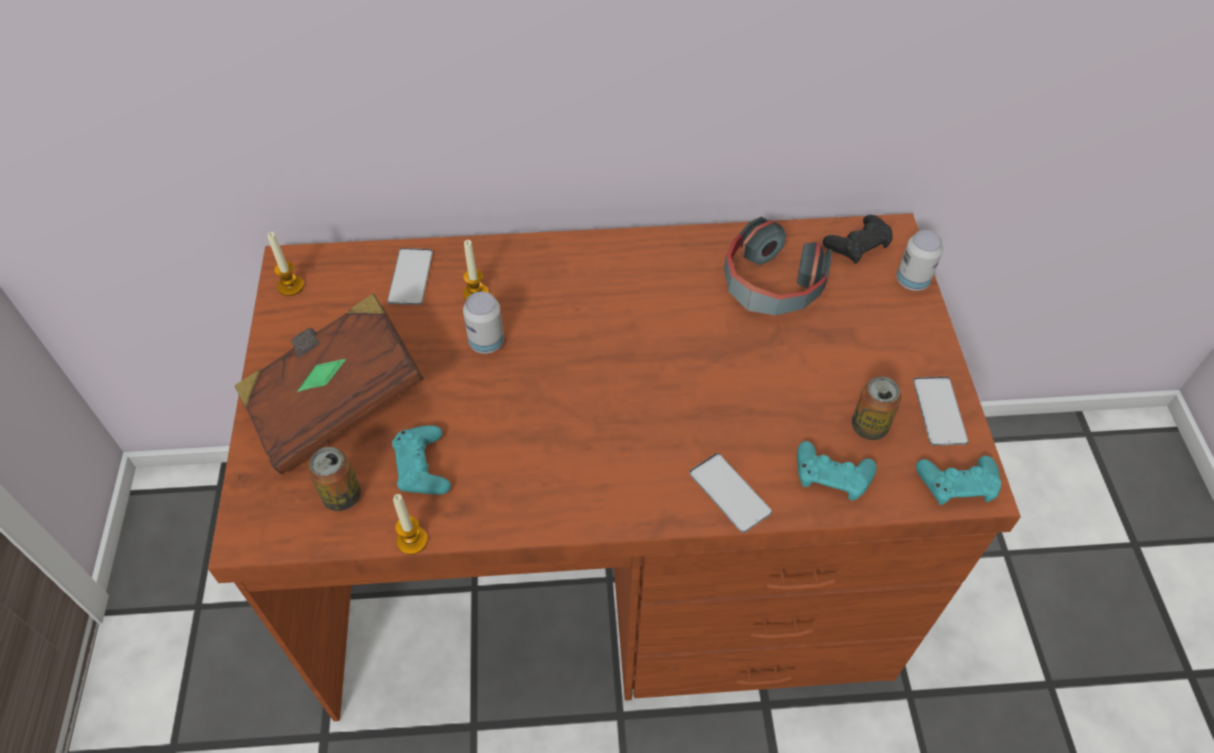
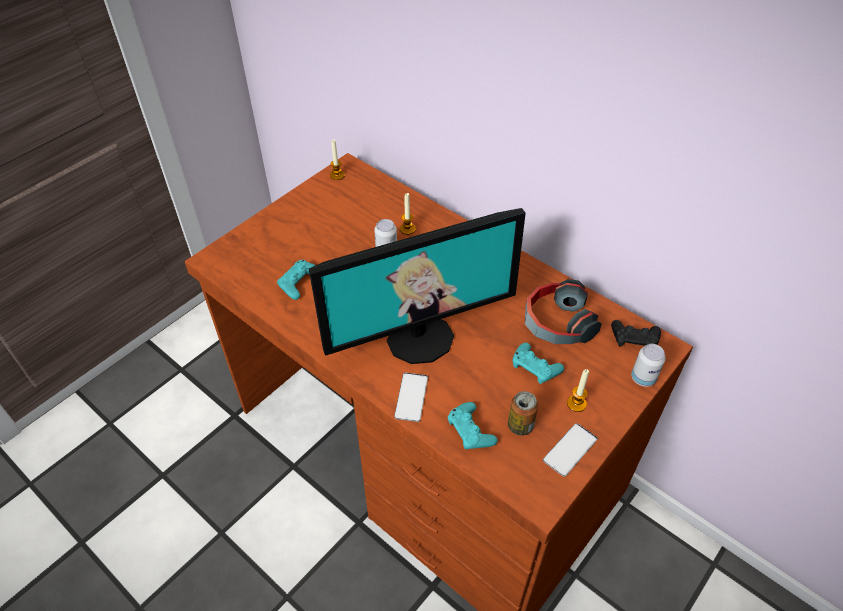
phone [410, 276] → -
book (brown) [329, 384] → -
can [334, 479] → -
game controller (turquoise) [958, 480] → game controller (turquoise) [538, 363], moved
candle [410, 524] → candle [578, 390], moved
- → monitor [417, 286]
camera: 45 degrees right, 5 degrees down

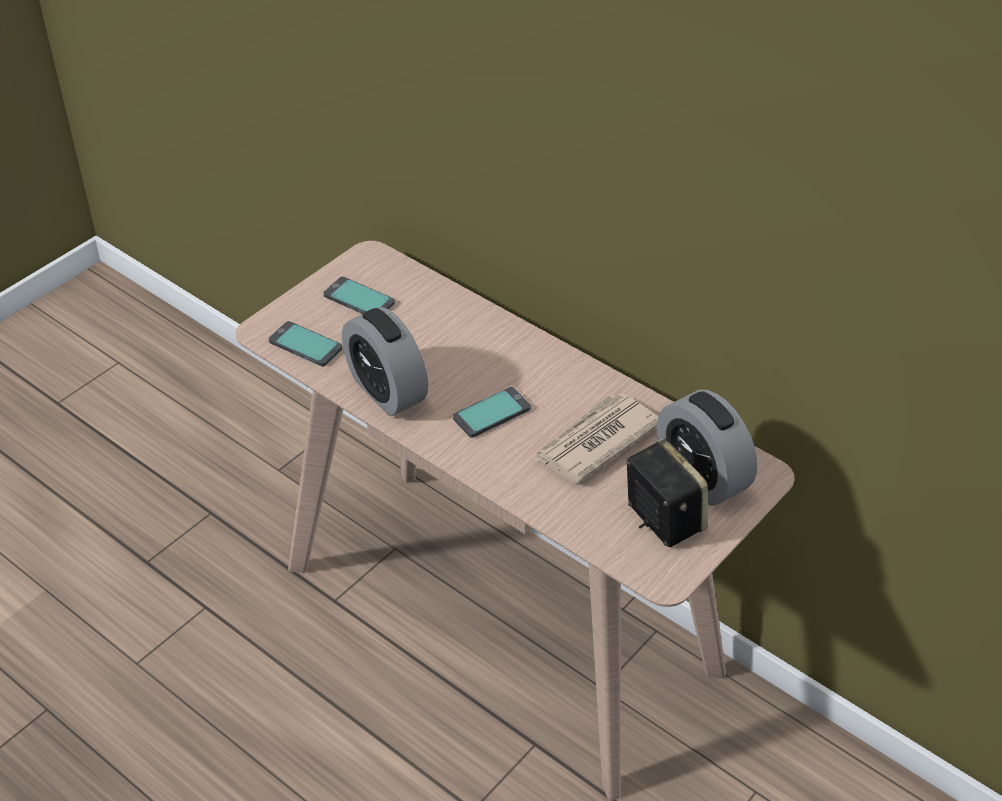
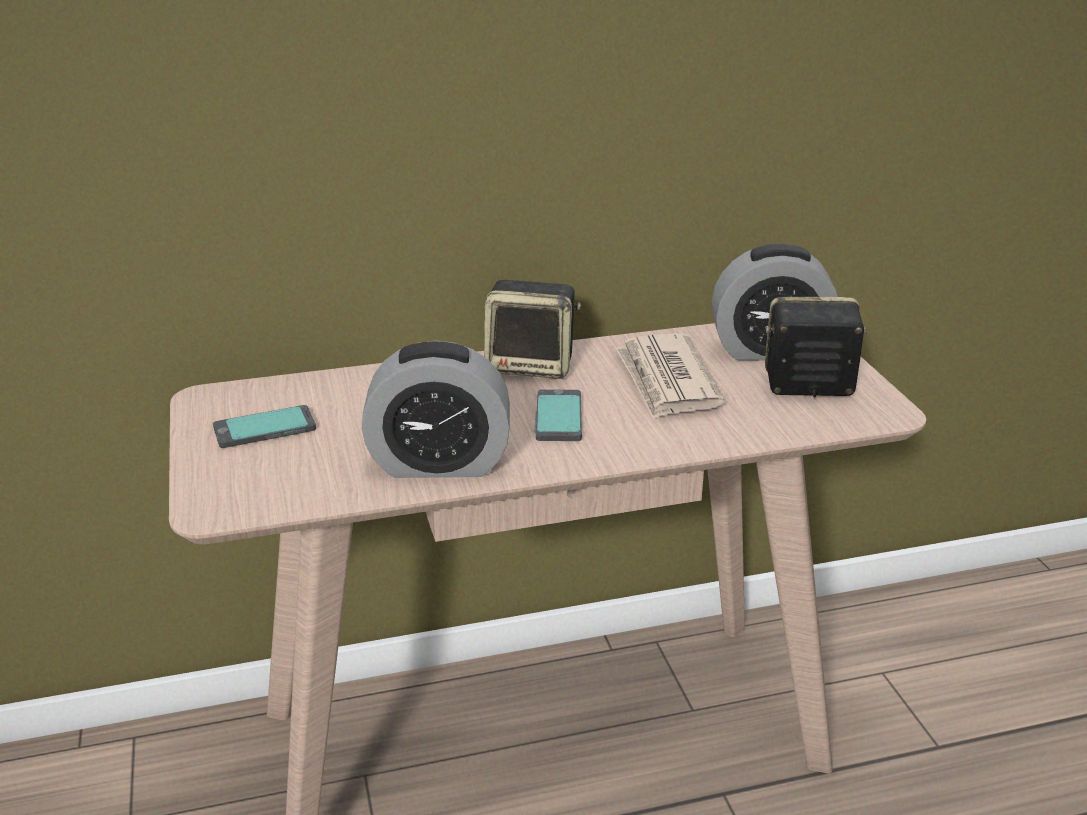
phone [306, 344] → -
- → speaker [532, 329]
camera: 55 degrees left, 15 degrees down

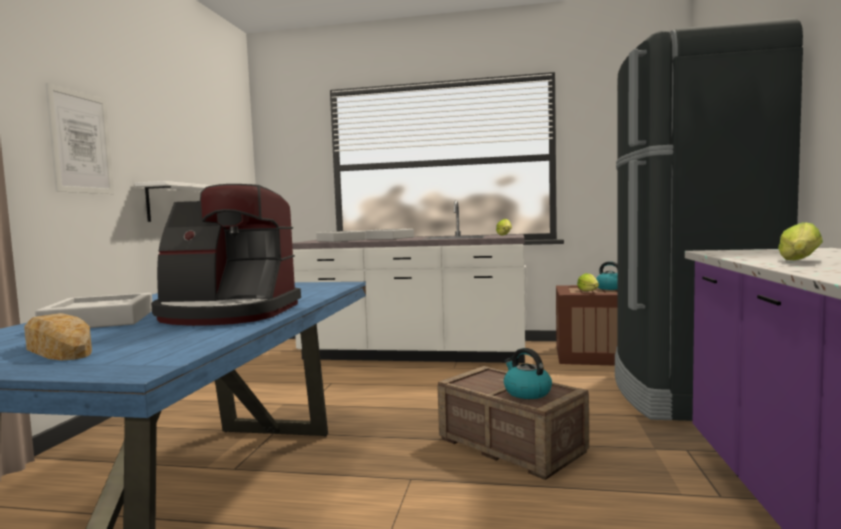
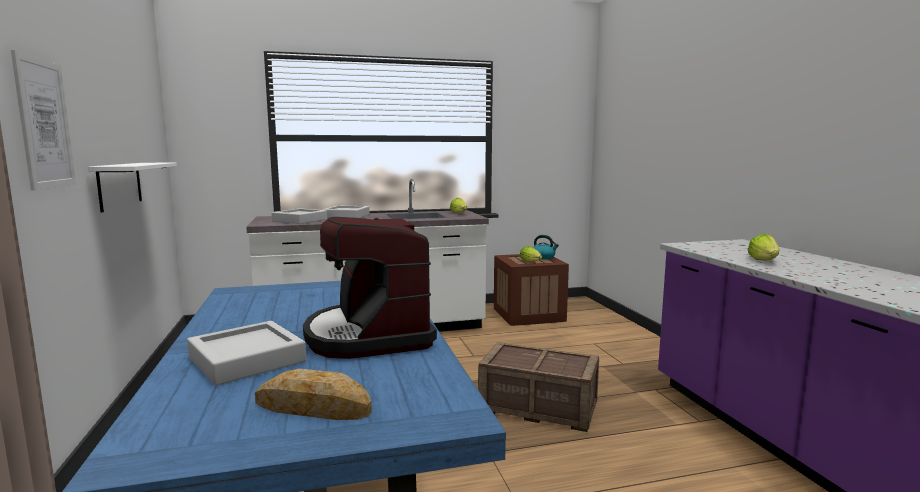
fridge (black) [709, 219] → -
coffee machine [226, 255] → coffee machine [370, 288], 90 degrees clockwise
kettle [528, 373] → -
camera: 25 degrees left, 5 degrees up

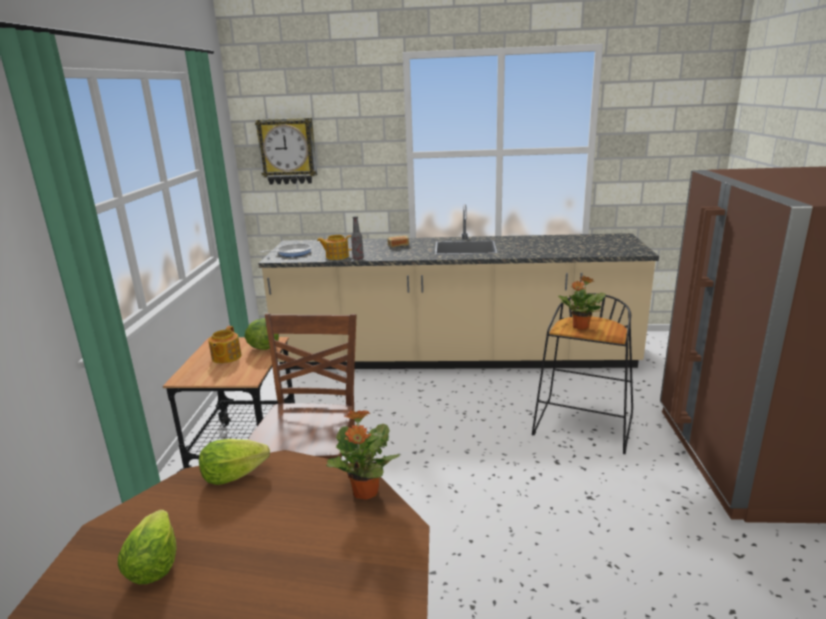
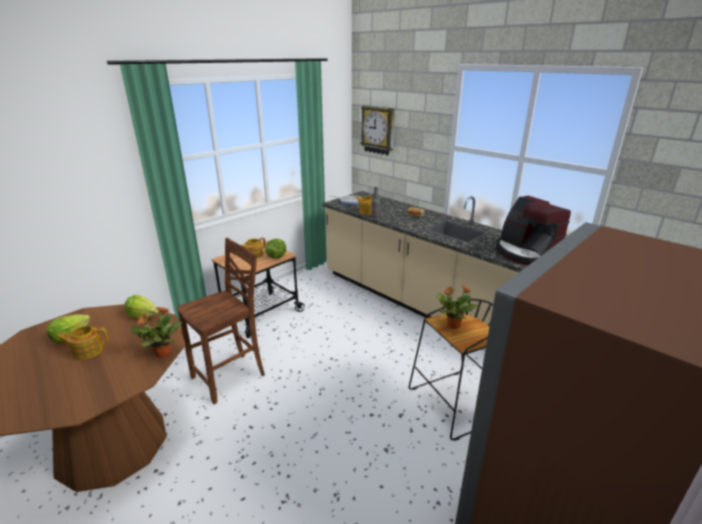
- → coffee machine [533, 230]
- → teapot [82, 343]
camera: 40 degrees right, 5 degrees up

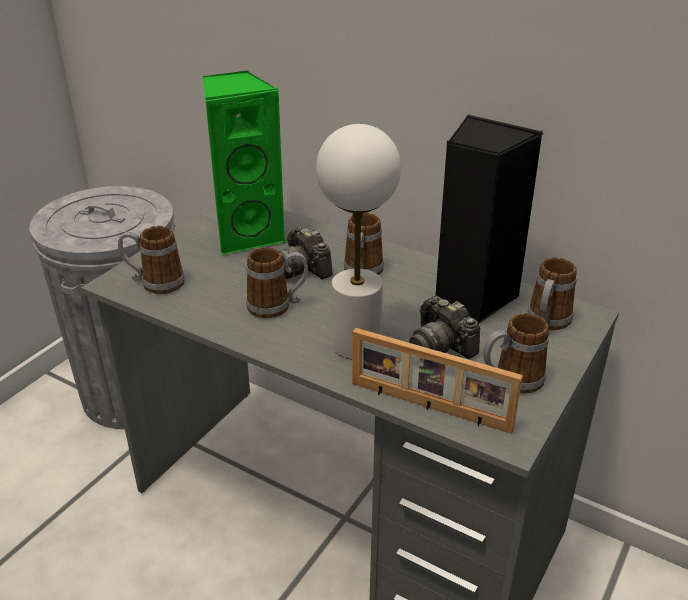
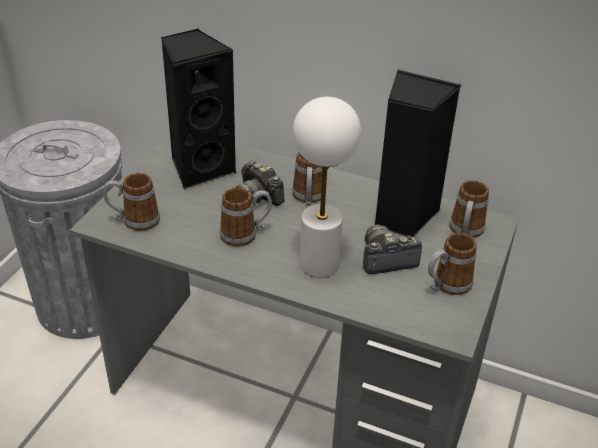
speaker (green) [244, 162] → speaker (black) [199, 108]
photo camera [444, 327] → photo camera [392, 249], 120 degrees clockwise
picture frame [437, 381] → -
camera: 10 degrees left, 5 degrees up

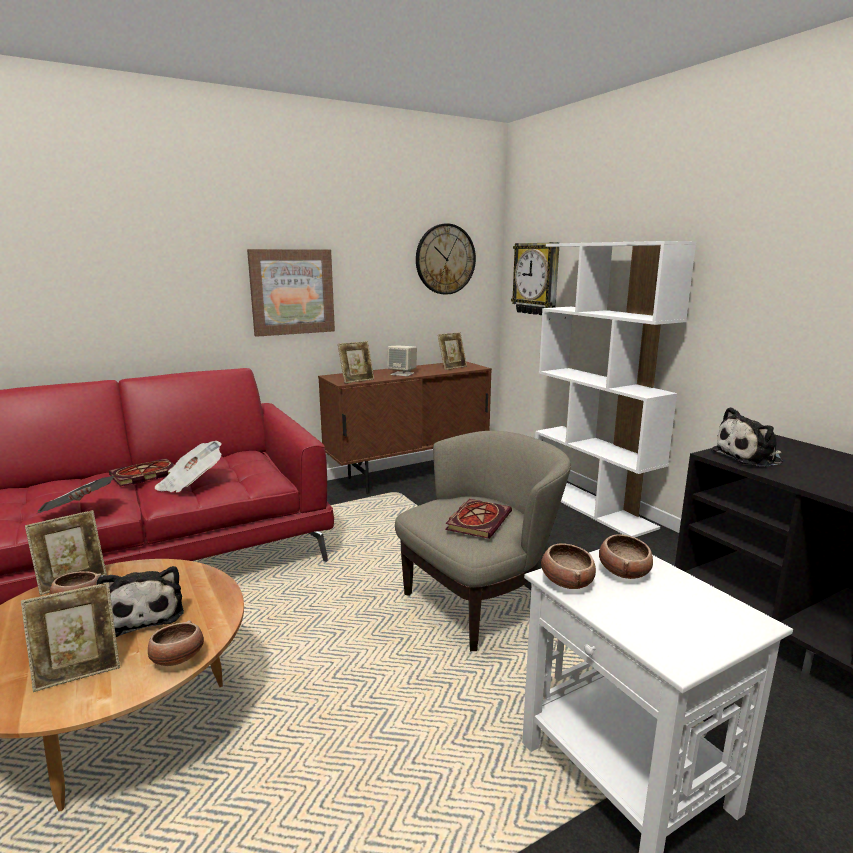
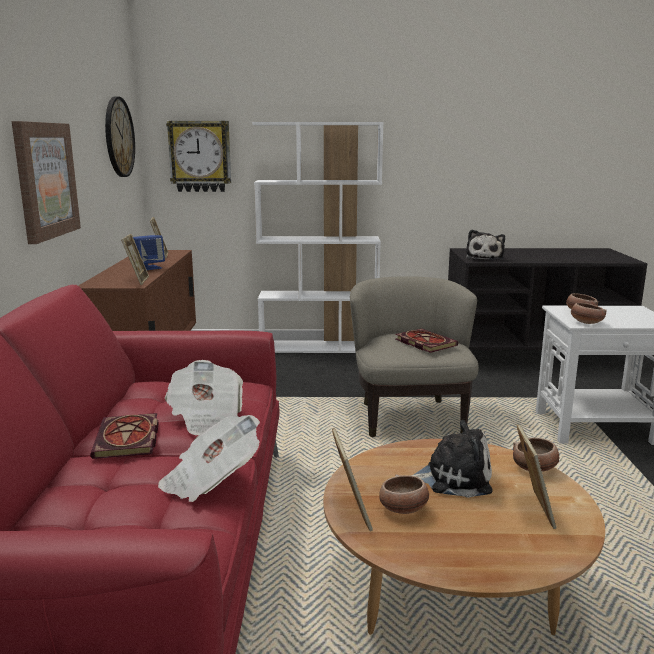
speaker (beige) [402, 360] → speaker (blue) [149, 252]
camera: 60 degrees left, 0 degrees up

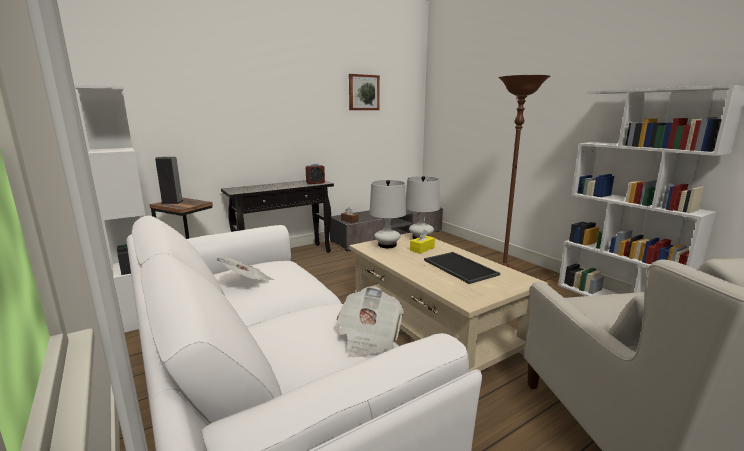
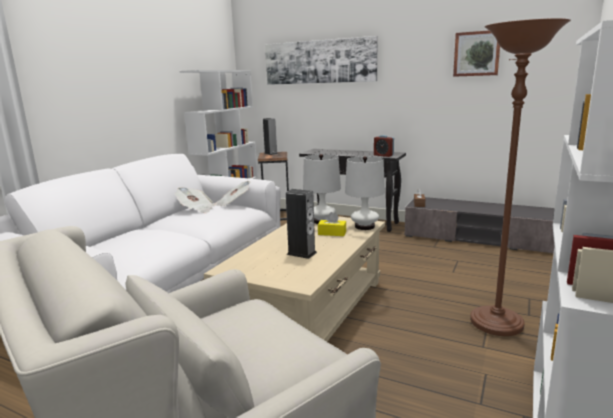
tray [462, 268] → speaker [301, 224]
newspaper [370, 321] → newspaper [232, 193], moved
- → picture [321, 60]
camera: 60 degrees right, 0 degrees up

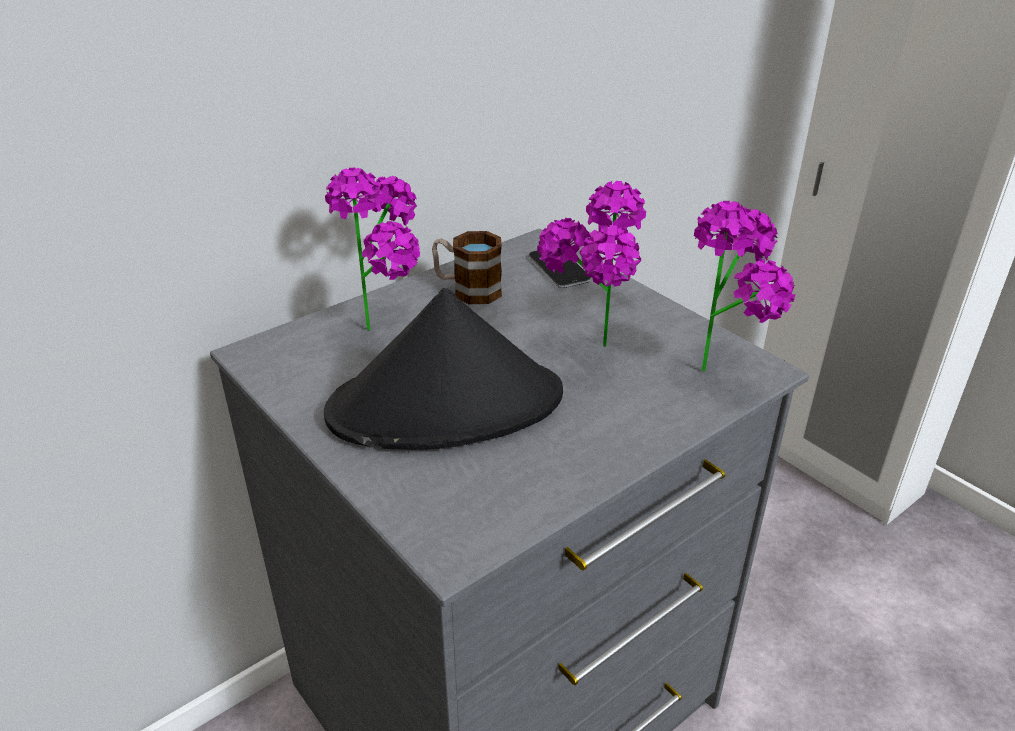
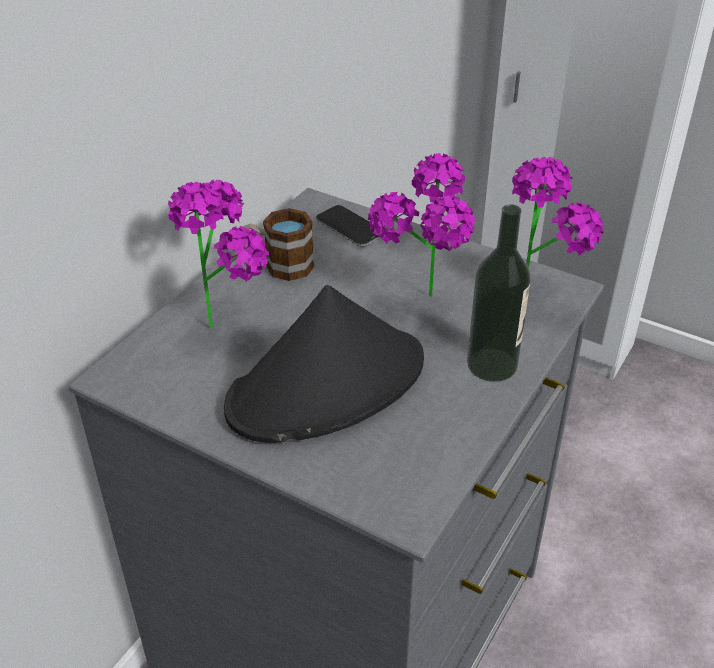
- → bottle [499, 293]
camera: 20 degrees left, 5 degrees up

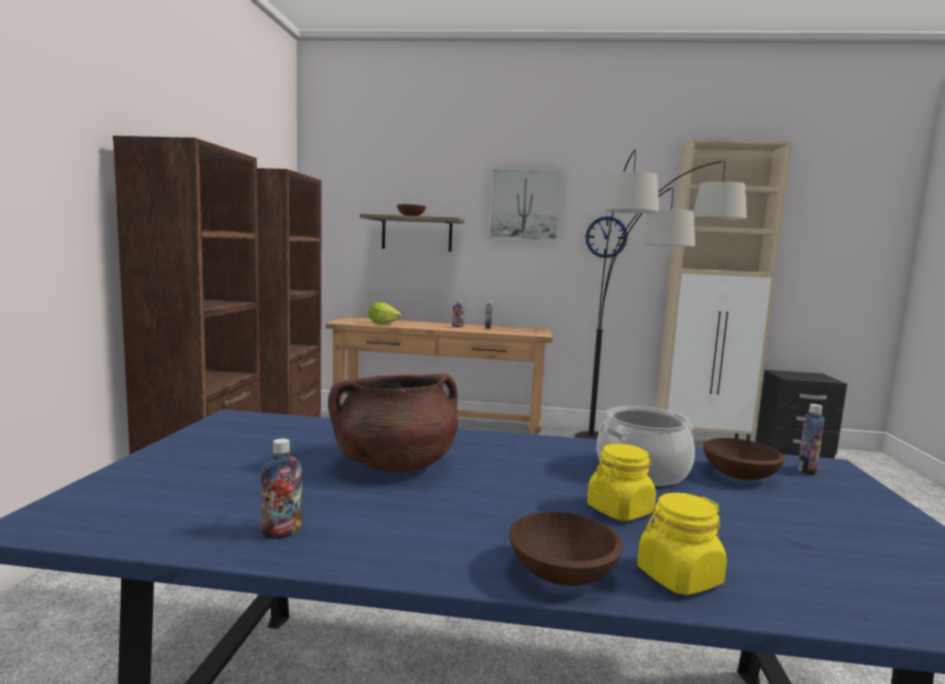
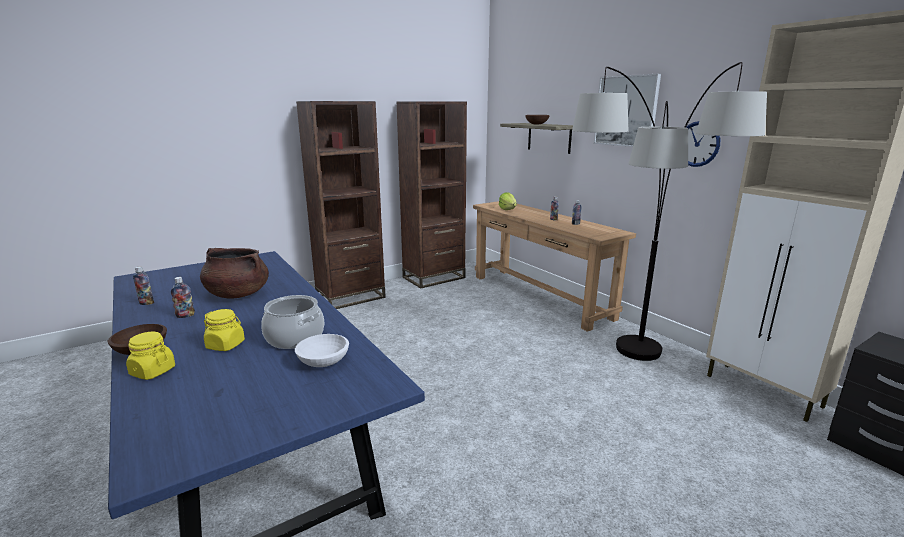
bottle [811, 439] → bottle [183, 297], moved
bowl (brown) [744, 459] → bowl (white) [322, 350]
camera: 50 degrees right, 10 degrees up

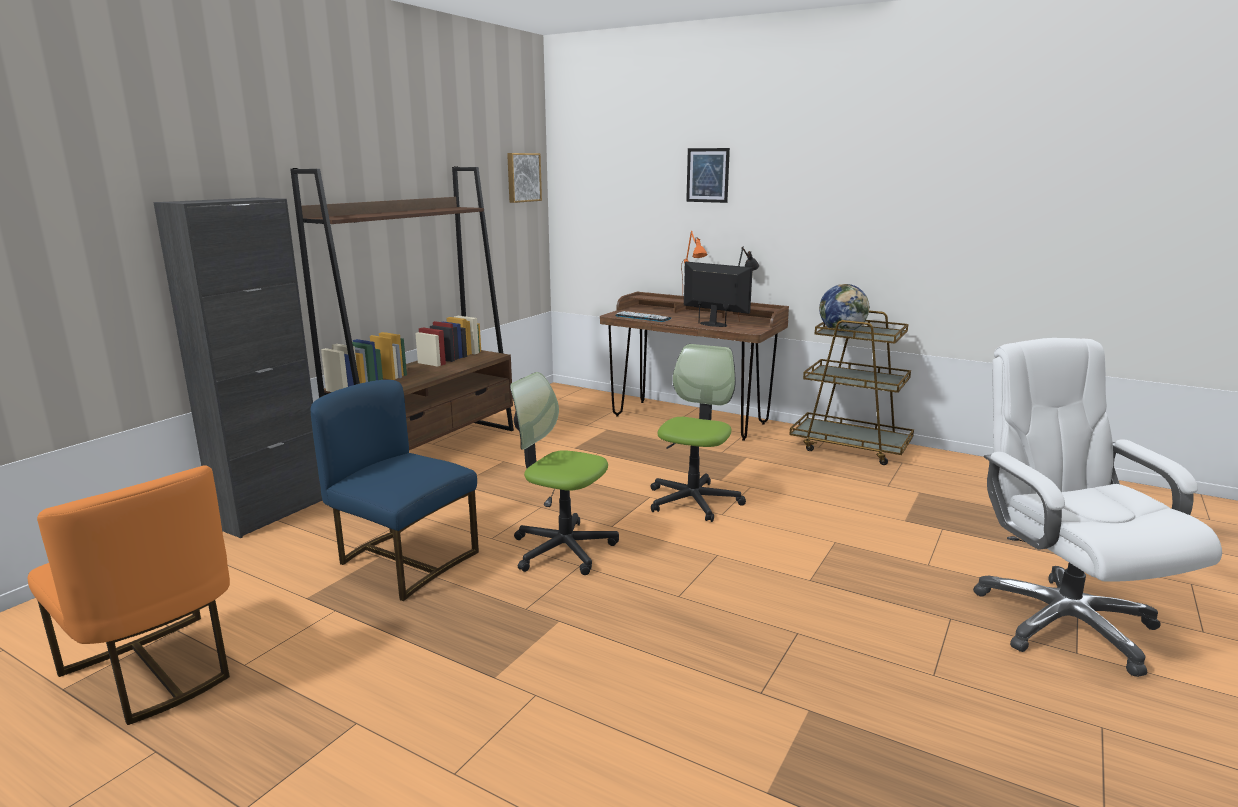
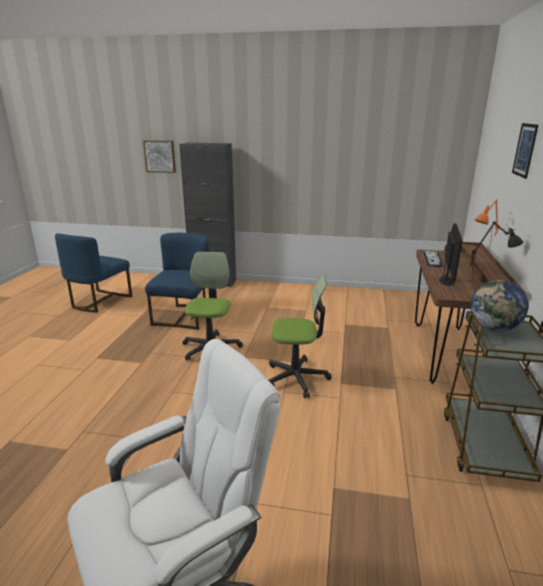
picture [524, 178] → picture [159, 156], moved
bookcase (brown) [402, 308] → -
chair (orange) [129, 595] → chair (blue) [93, 273]
camera: 70 degrees right, 5 degrees up

